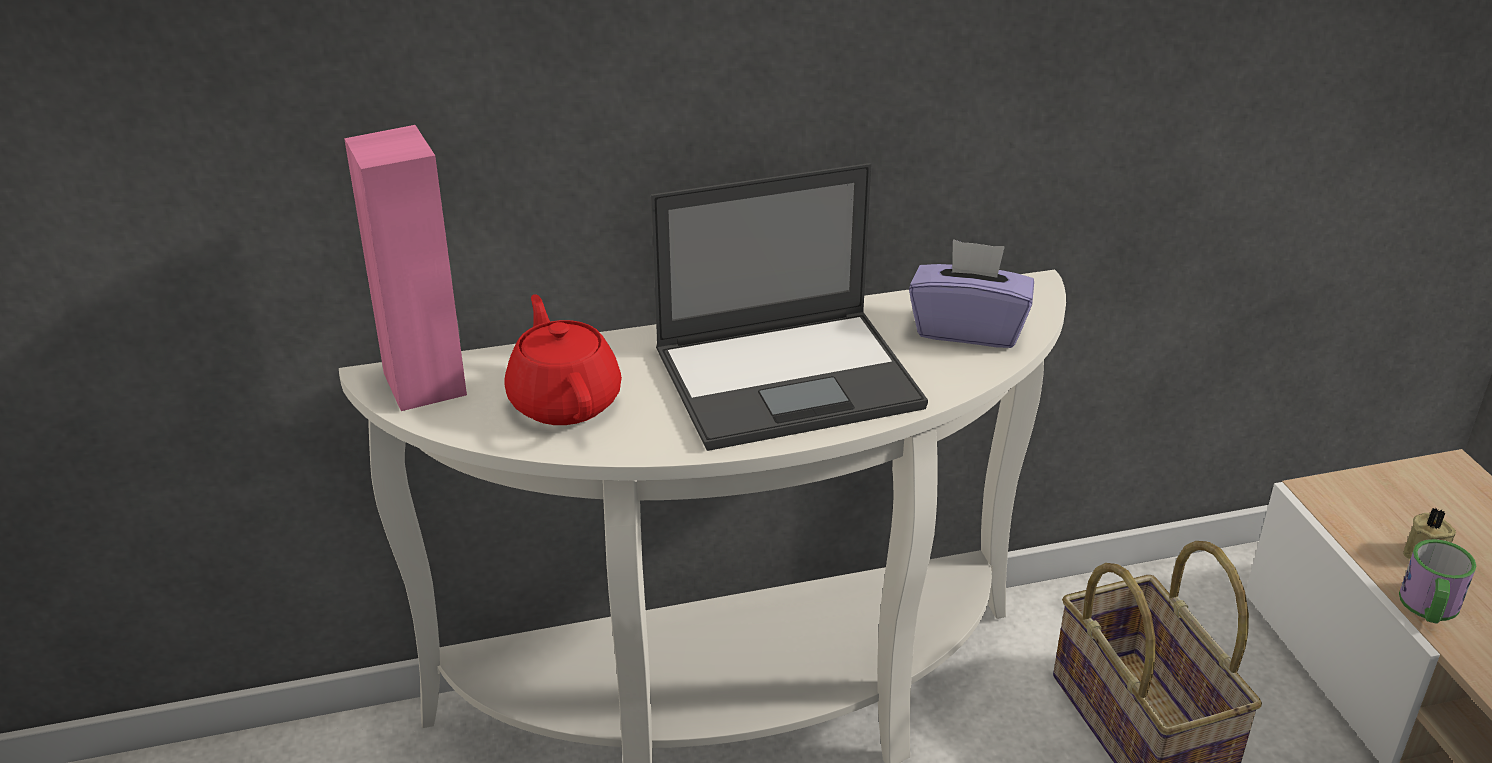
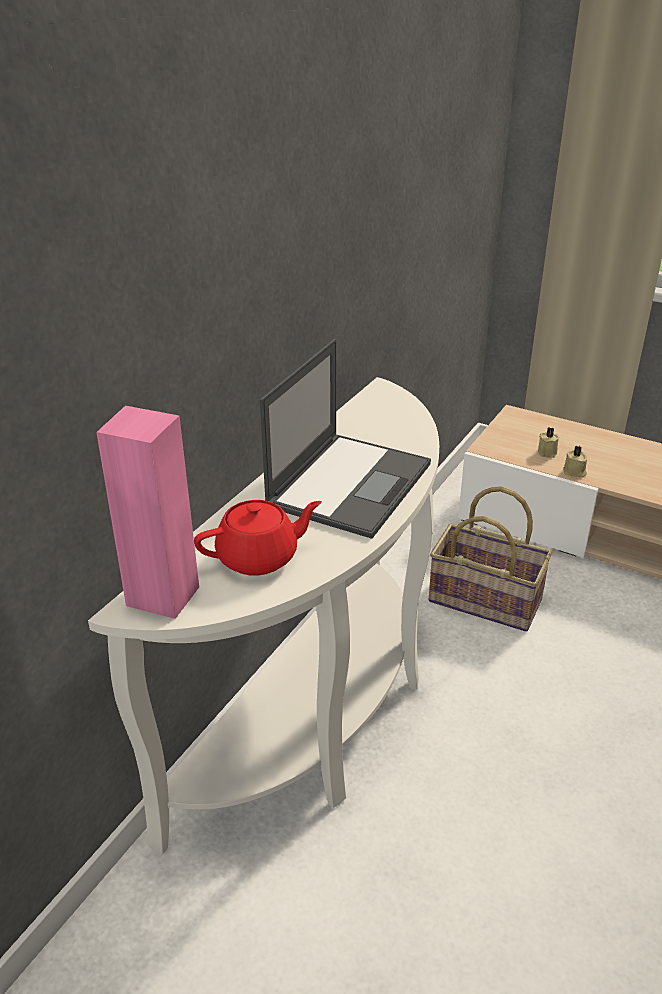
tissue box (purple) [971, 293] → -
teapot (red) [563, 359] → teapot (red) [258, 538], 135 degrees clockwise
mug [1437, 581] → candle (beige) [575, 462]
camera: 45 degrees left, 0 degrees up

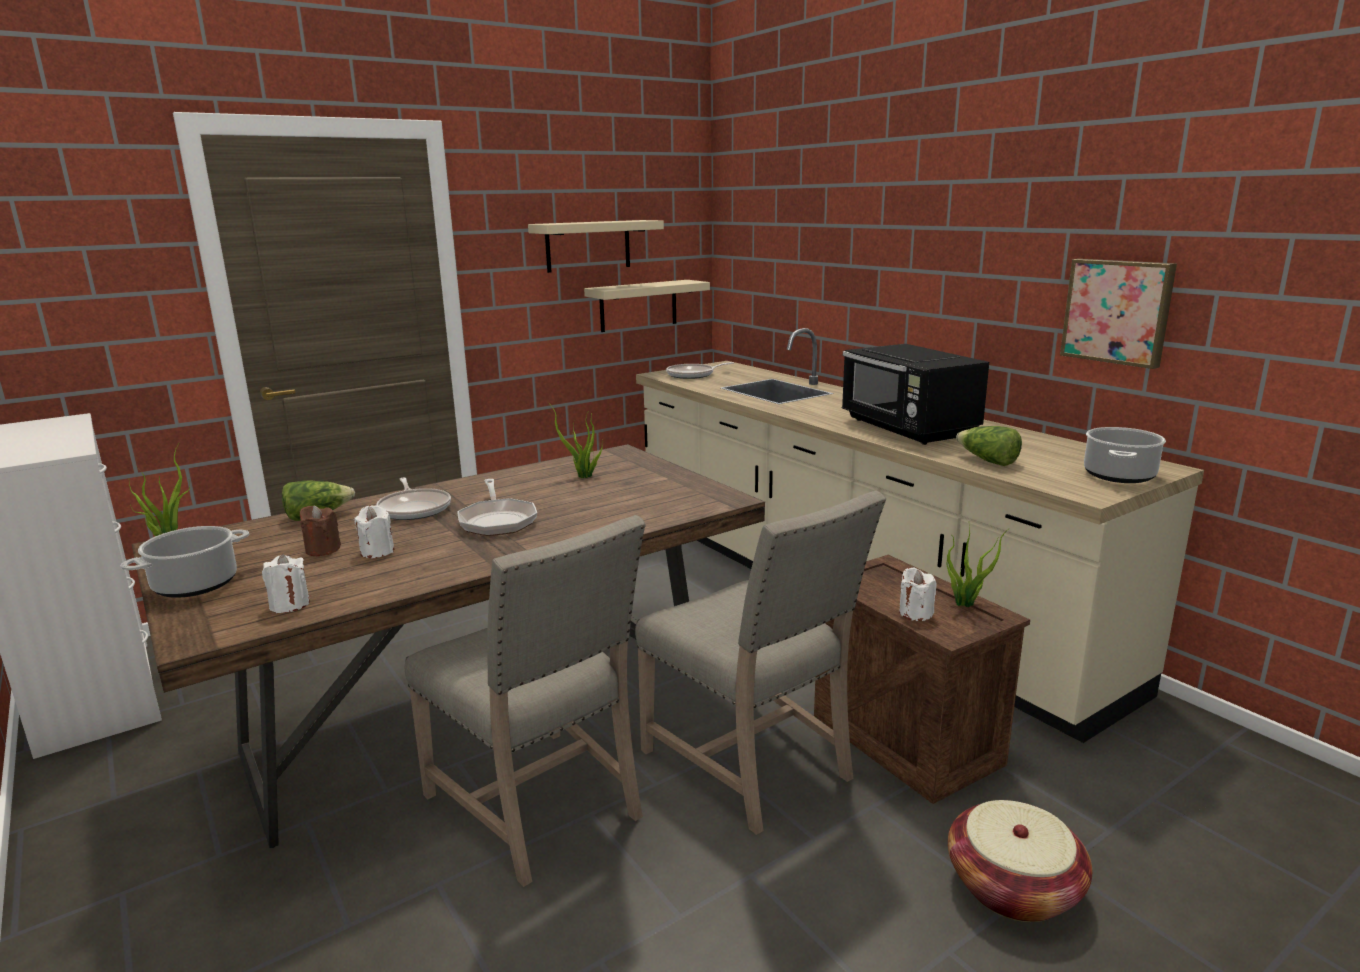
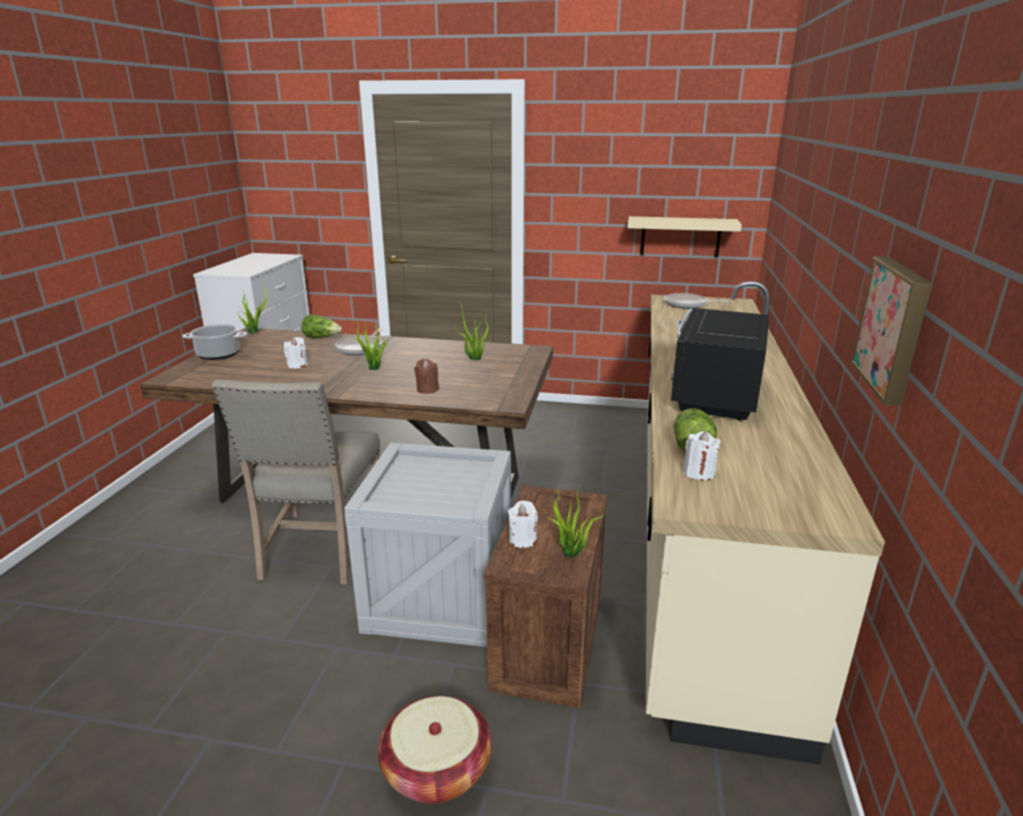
shelf (beige) [596, 246] → -
cooking pot [1125, 455] → -
frying pan [497, 507] → potted plant [370, 344]
chair (beige) [760, 662] → crate [427, 545]
candle (brown) [320, 531] → candle (brown) [426, 376], moved
candle (white) [286, 583] → candle (white) [702, 455], moved
camera: 45 degrees right, 5 degrees up

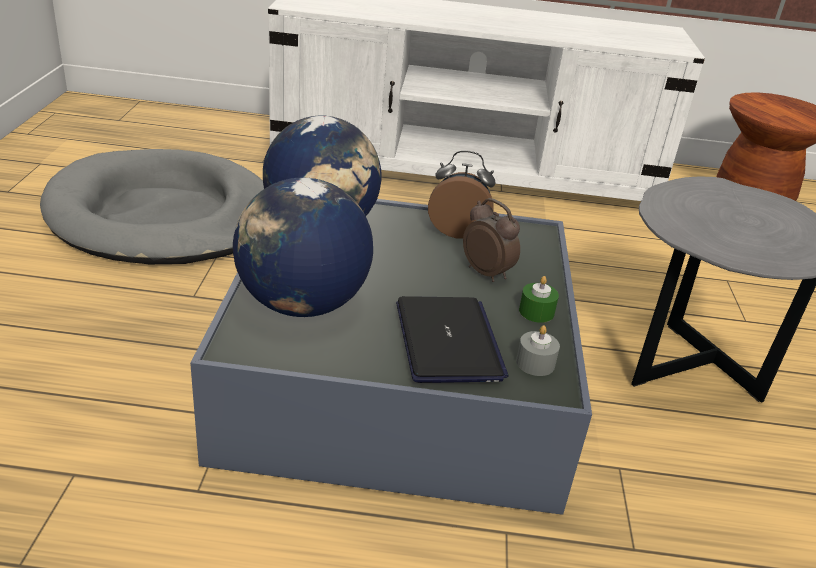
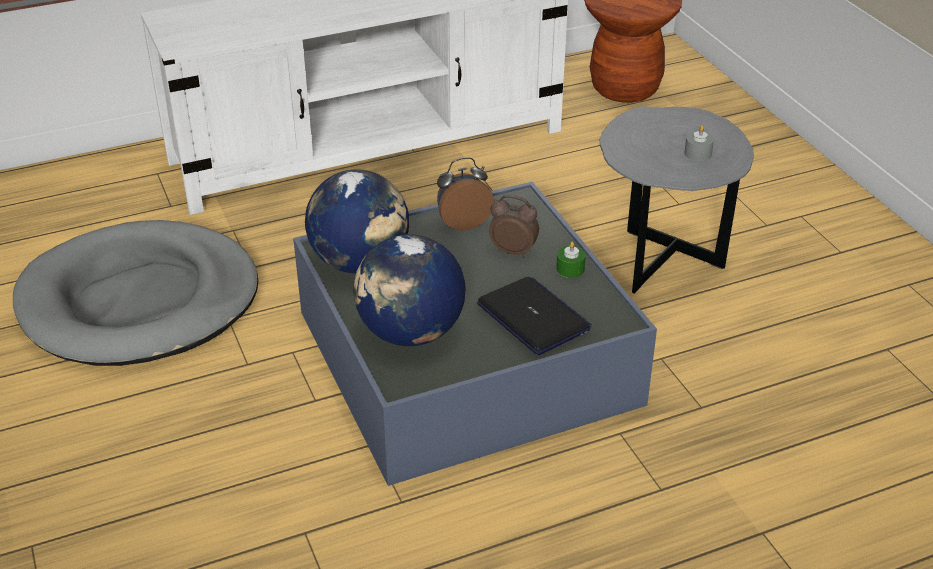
candle (grey) [538, 350] → candle (grey) [699, 143], moved
camera: 25 degrees left, 5 degrees up

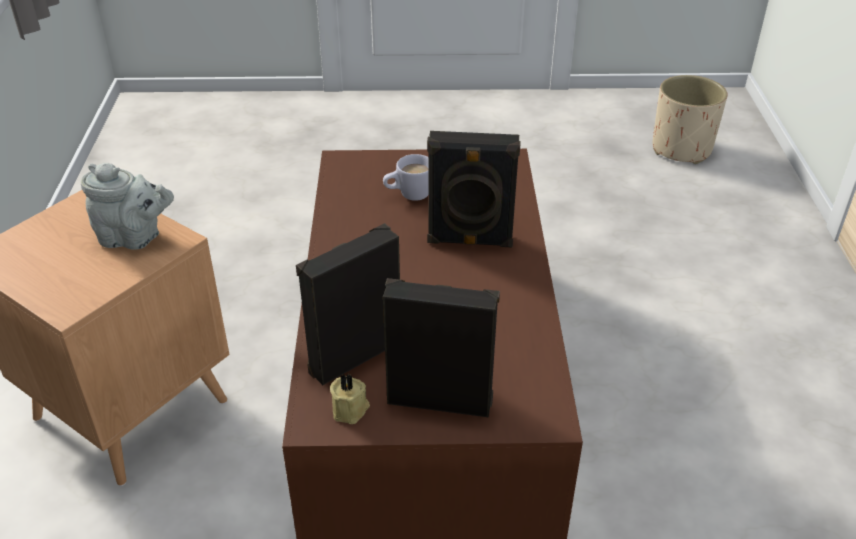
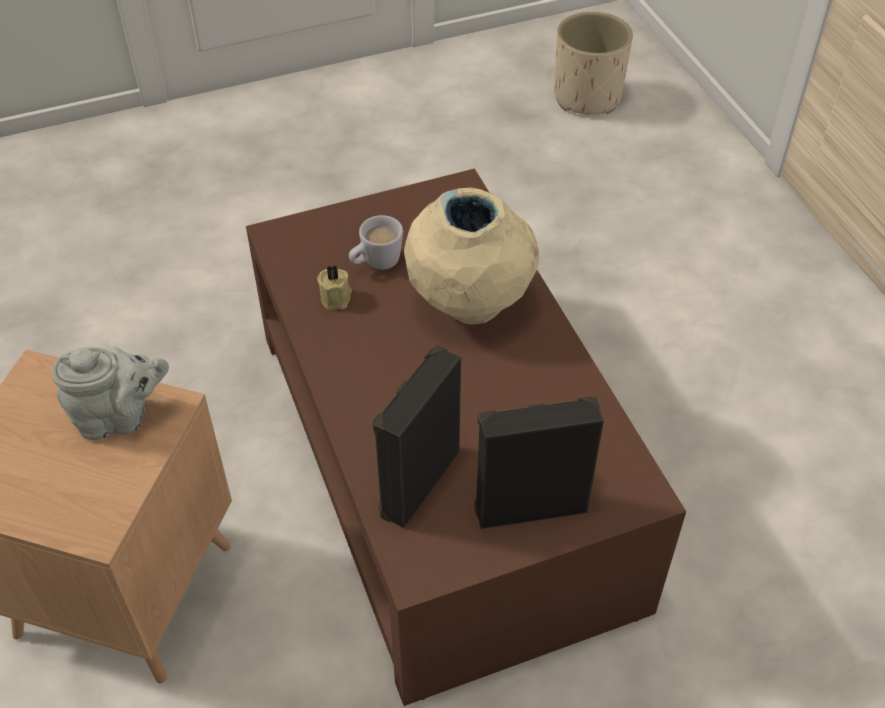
speaker (black) [473, 189] → vase (beige) [471, 256]
candle (beige) [350, 399] → candle (beige) [334, 287], moved
camera: 20 degrees left, 10 degrees up

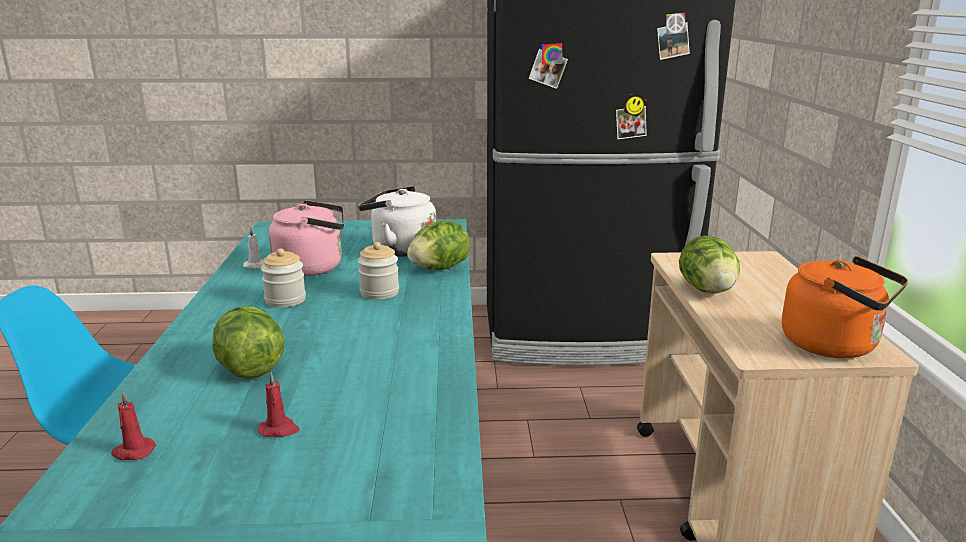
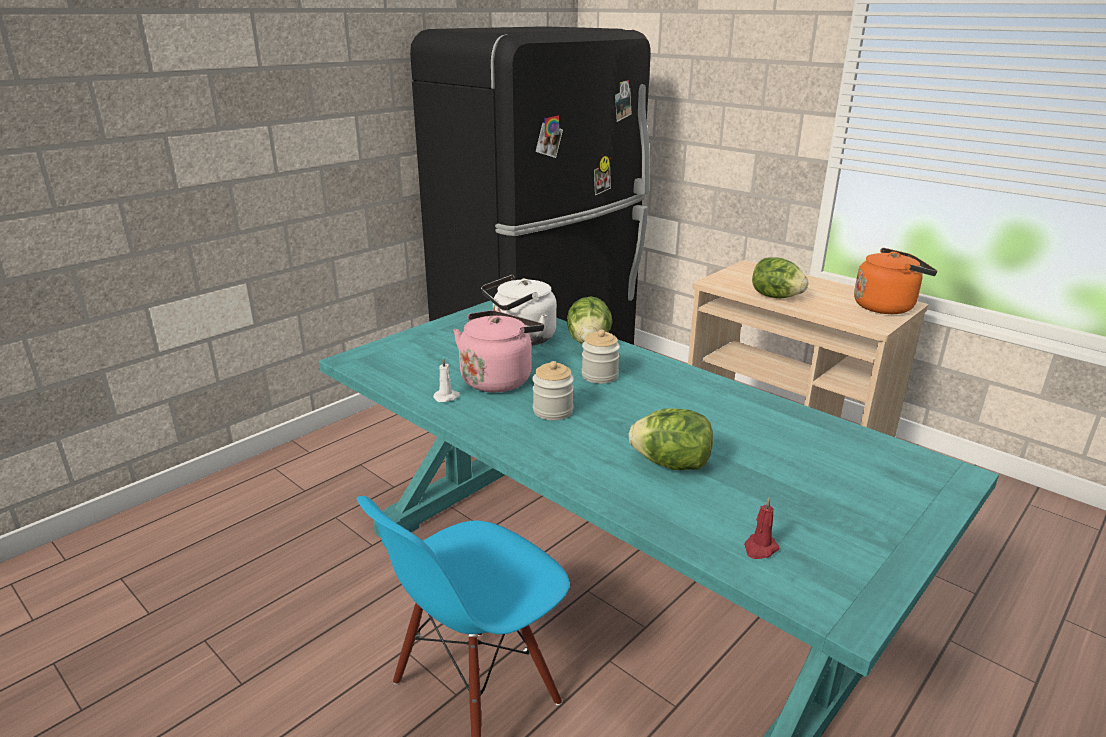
candle (red) [278, 404] → -
camera: 45 degrees left, 5 degrees up

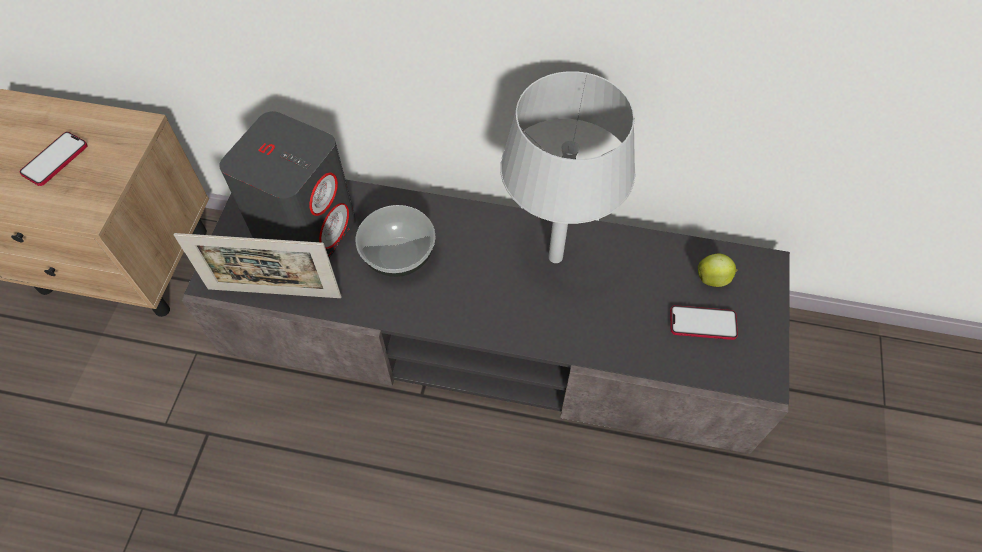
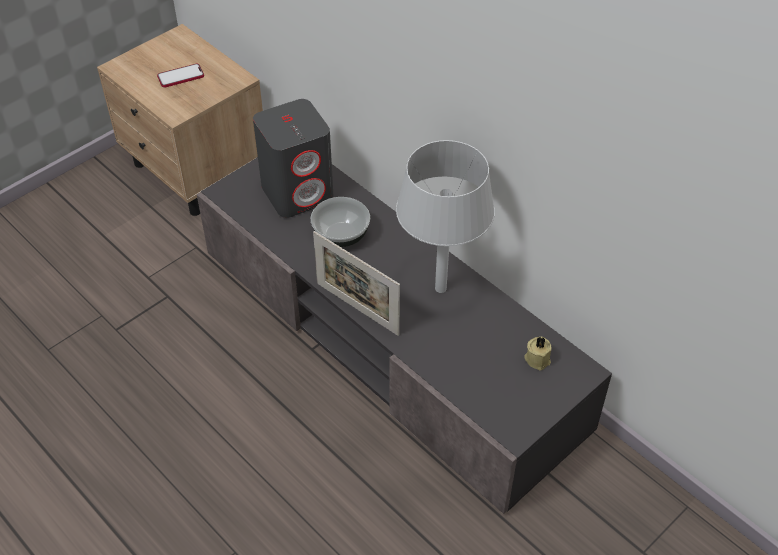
picture frame [258, 265] → picture frame [356, 283], moved
apple [718, 270] → candle (beige) [538, 353]
phone [704, 322] → -
camera: 35 degrees right, 10 degrees down

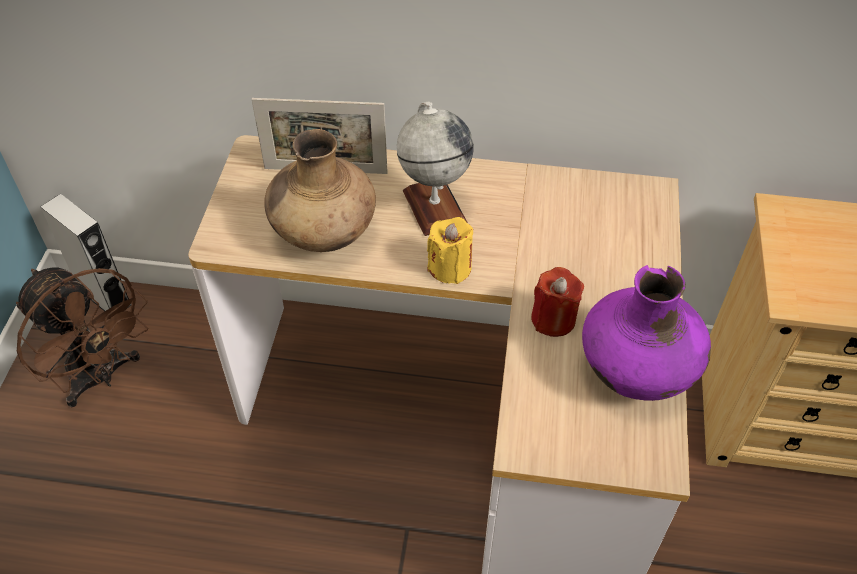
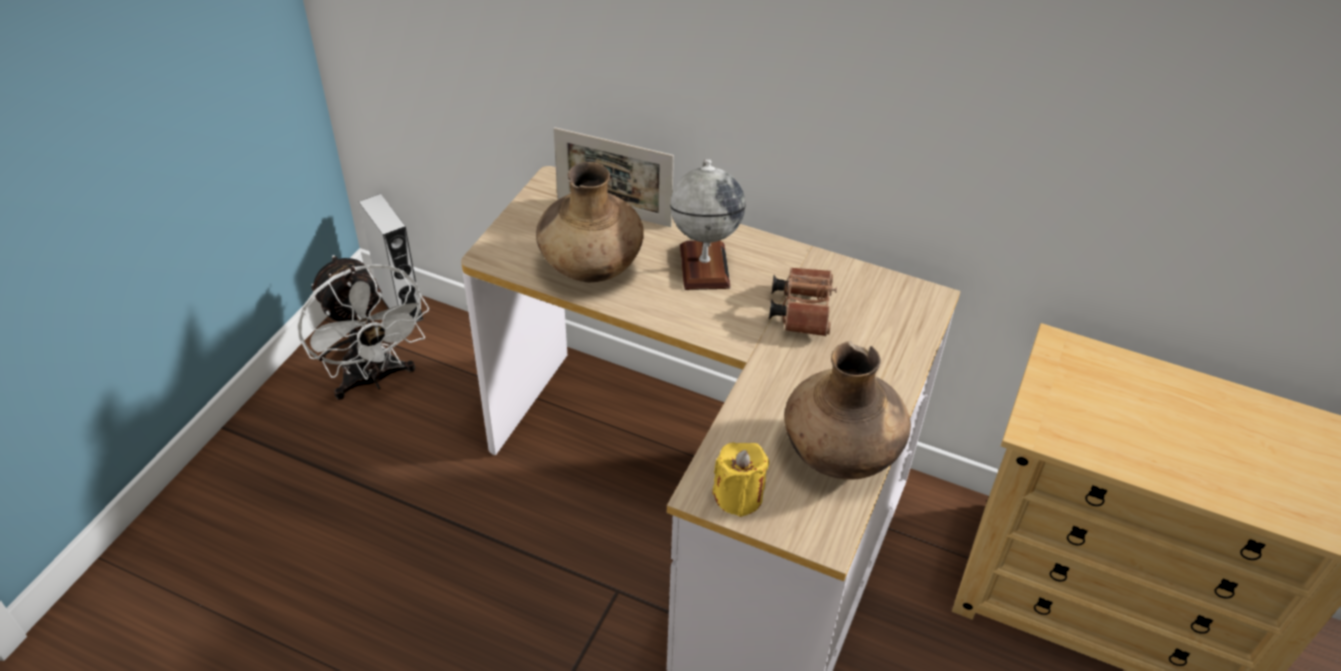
candle (yellow) [450, 250] → candle (yellow) [740, 479], moved
vase (purple) [646, 333] → vase (brown) [847, 410]
fan (brown) [82, 337] → fan (white) [363, 327]
candle (red) [557, 302] → -
- → binoculars (brown) [803, 301]
camera: 15 degrees right, 5 degrees down

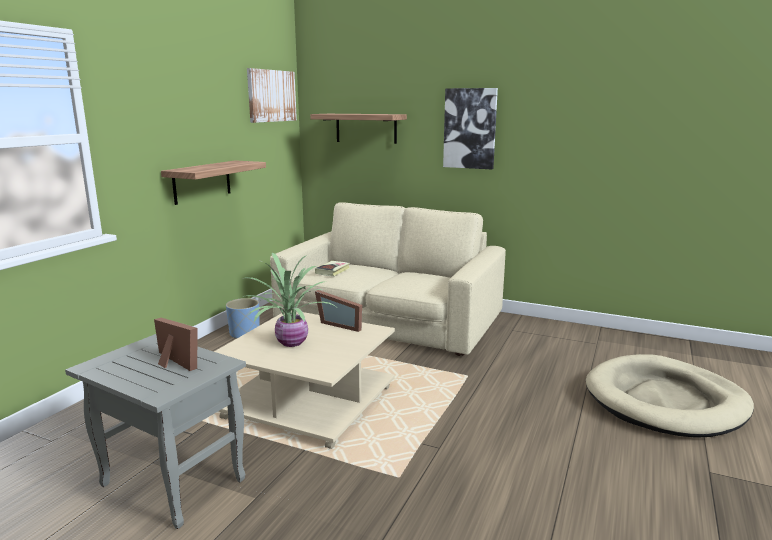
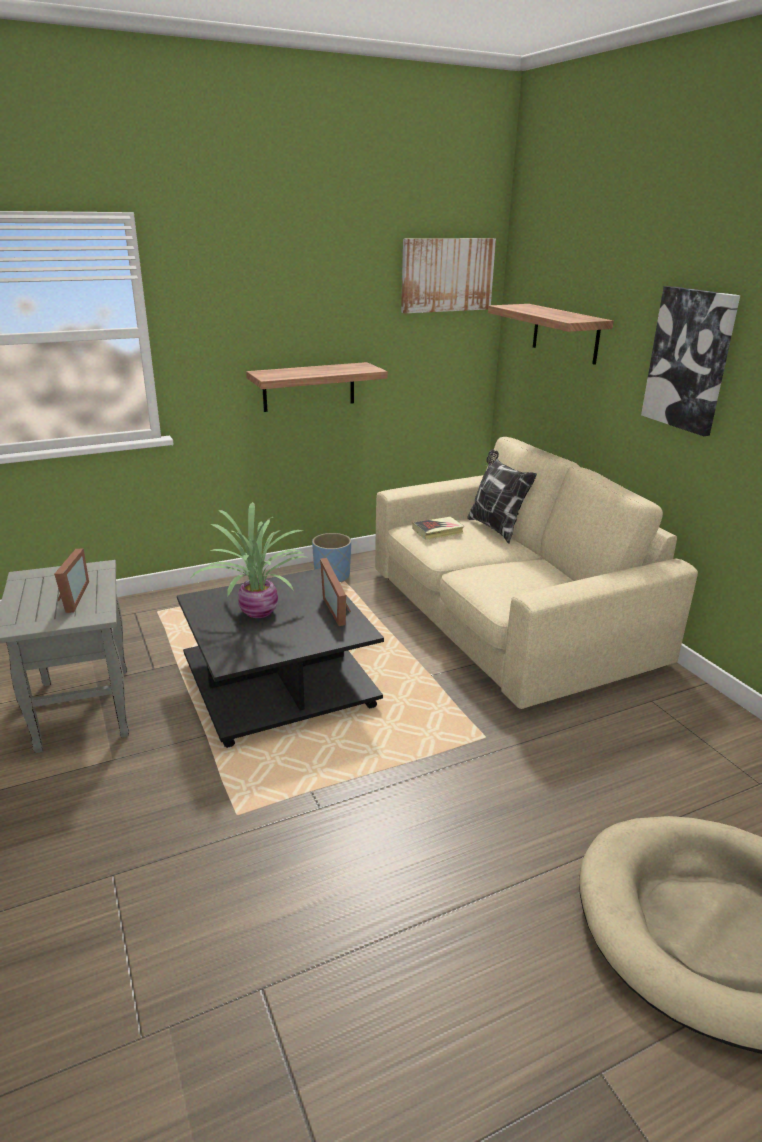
coffee table (beige) [304, 379] → coffee table (black) [280, 658]
- → pillow [502, 496]
camera: 40 degrees right, 10 degrees up

